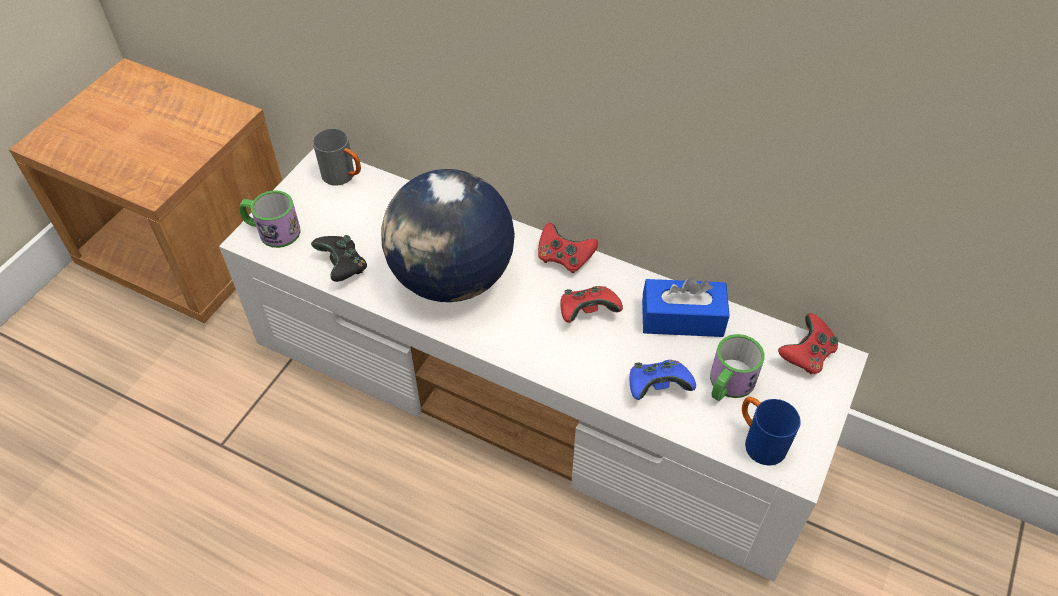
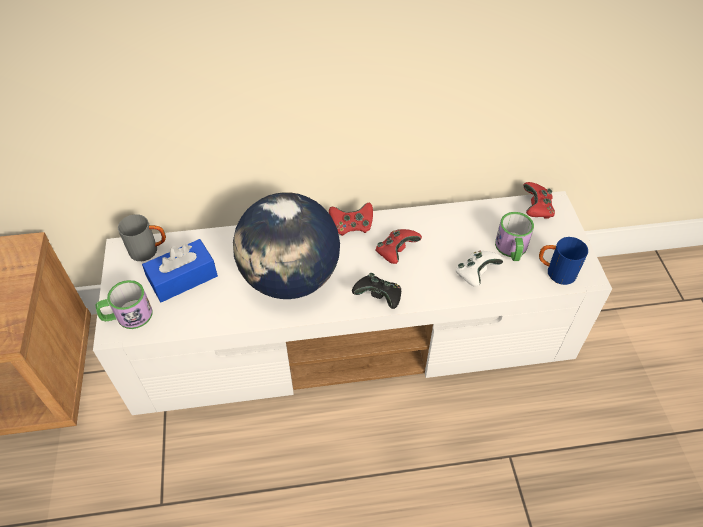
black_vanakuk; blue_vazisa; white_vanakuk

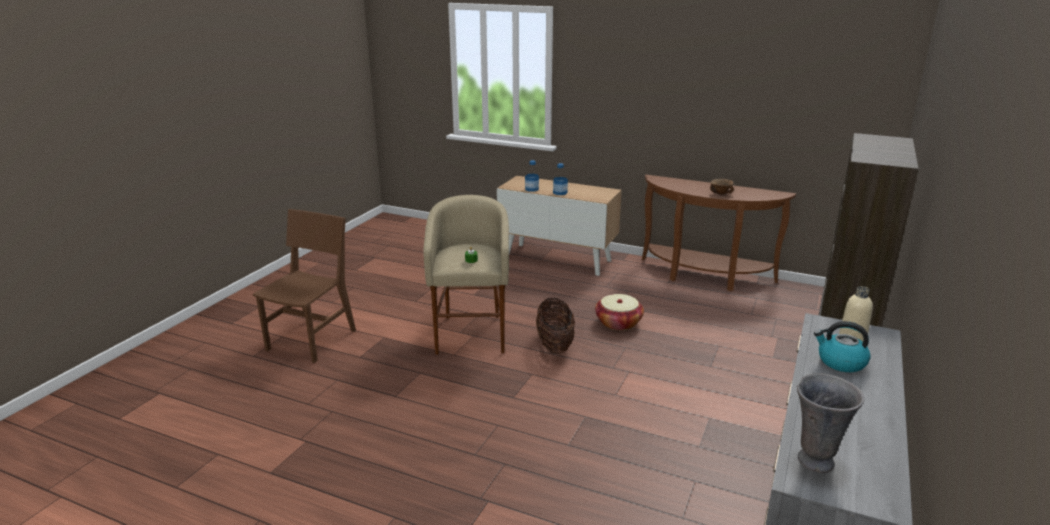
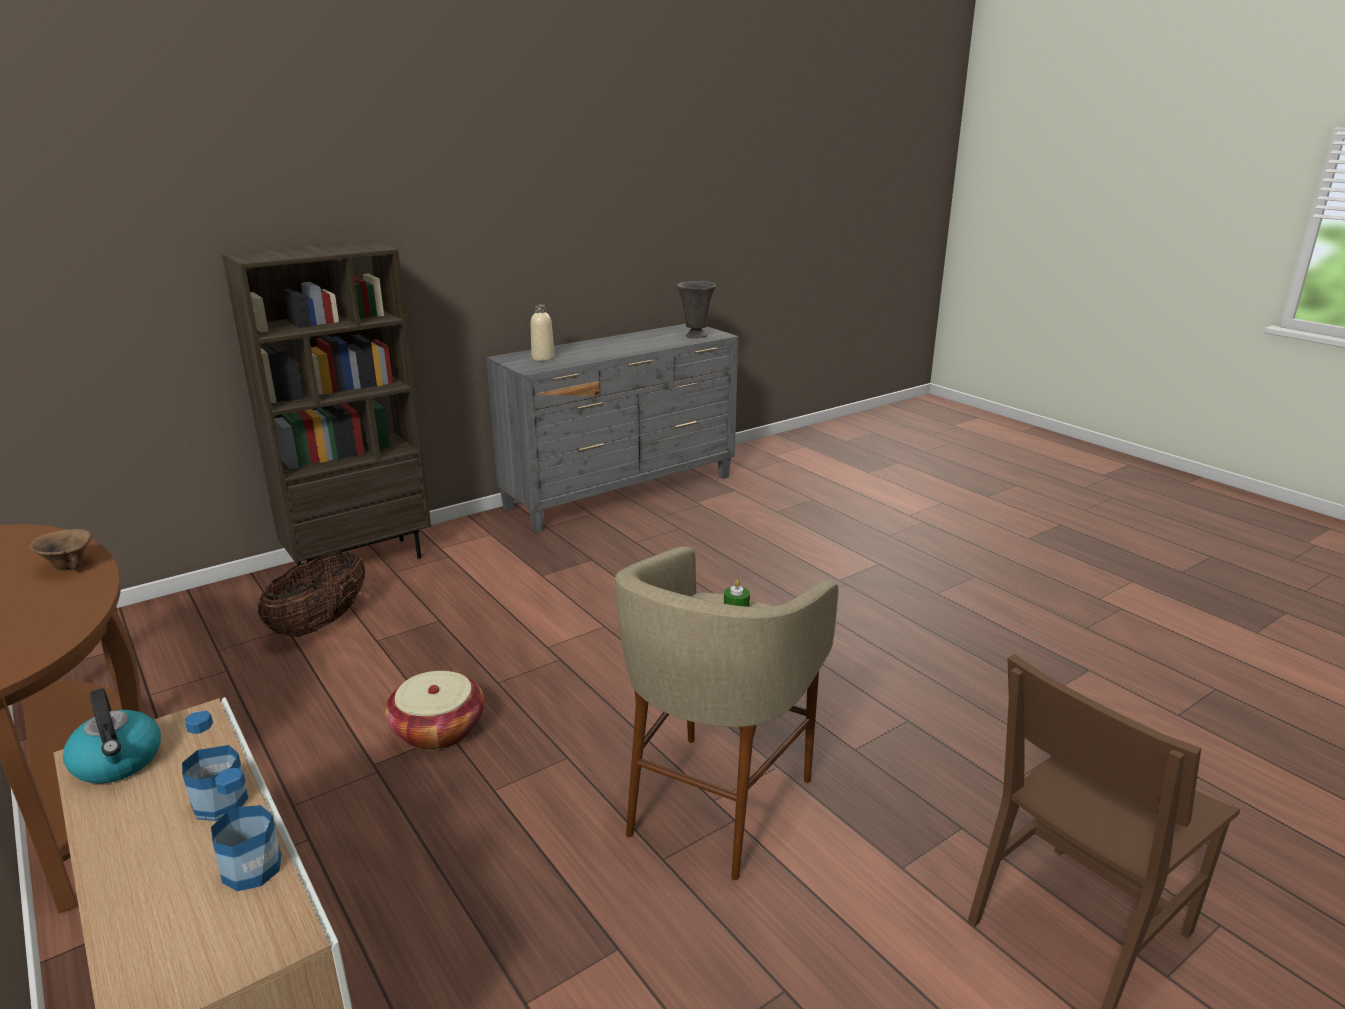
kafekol (1st from left); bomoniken

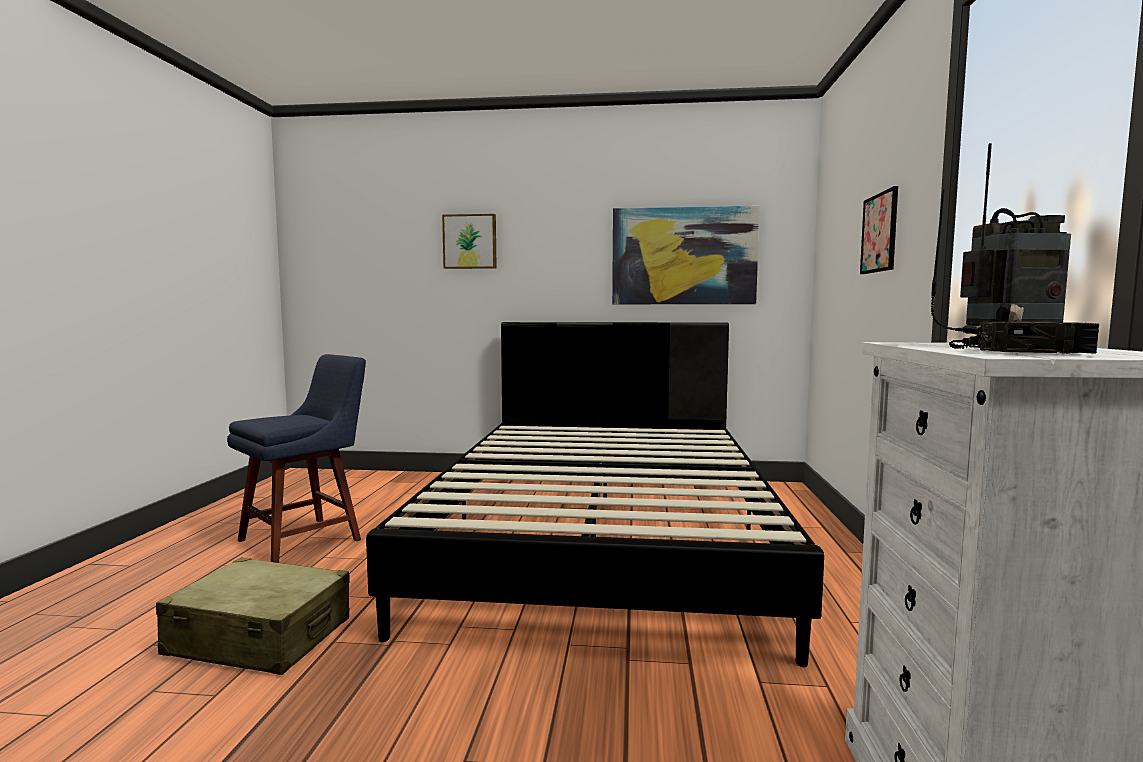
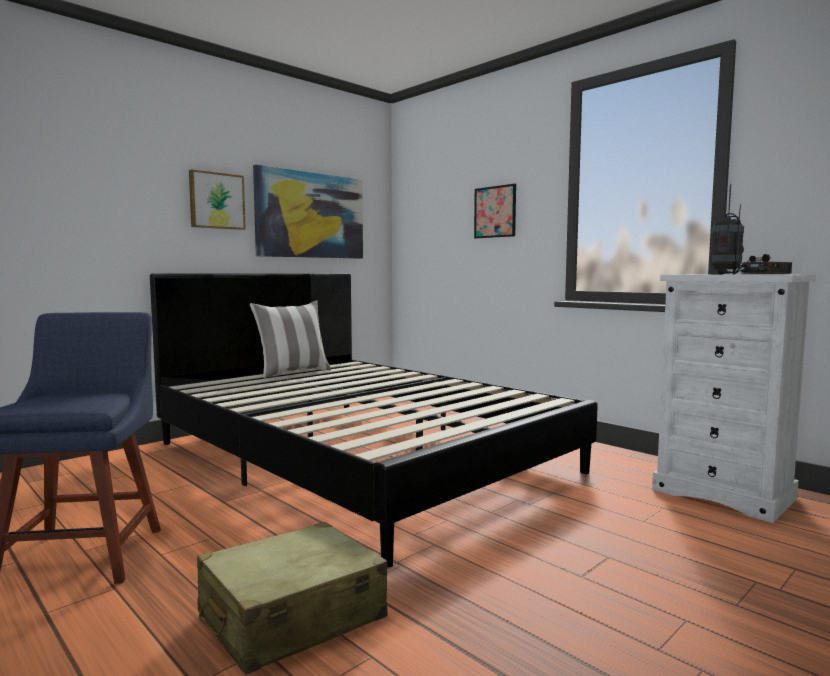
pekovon (1st from left); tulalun

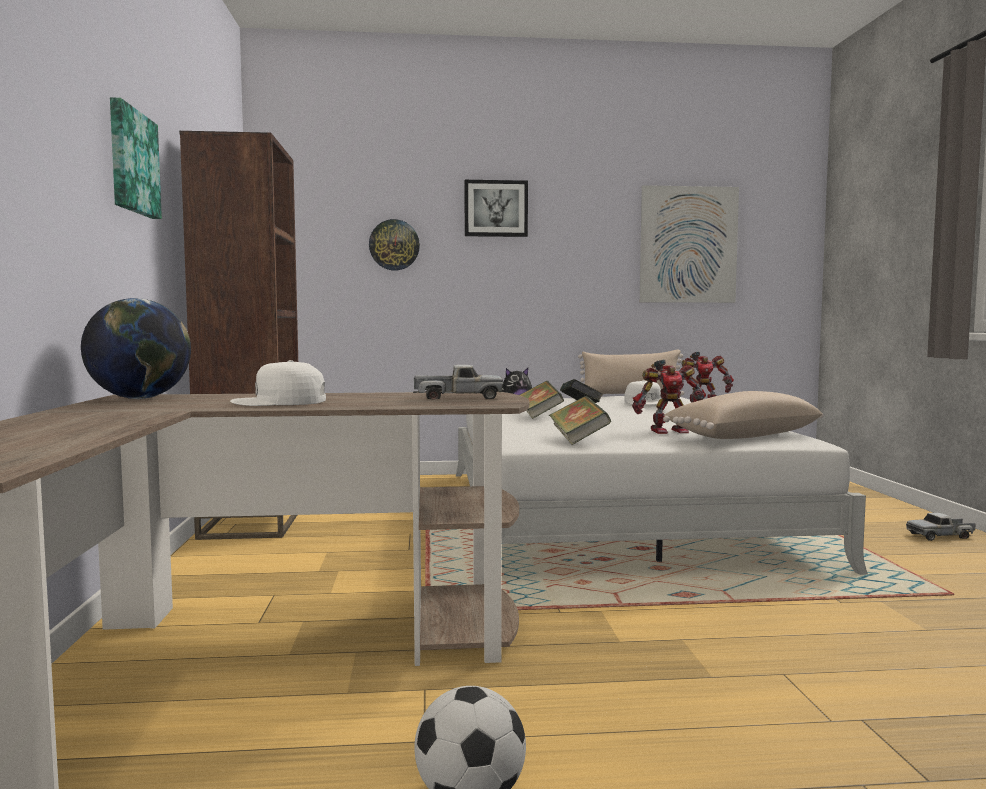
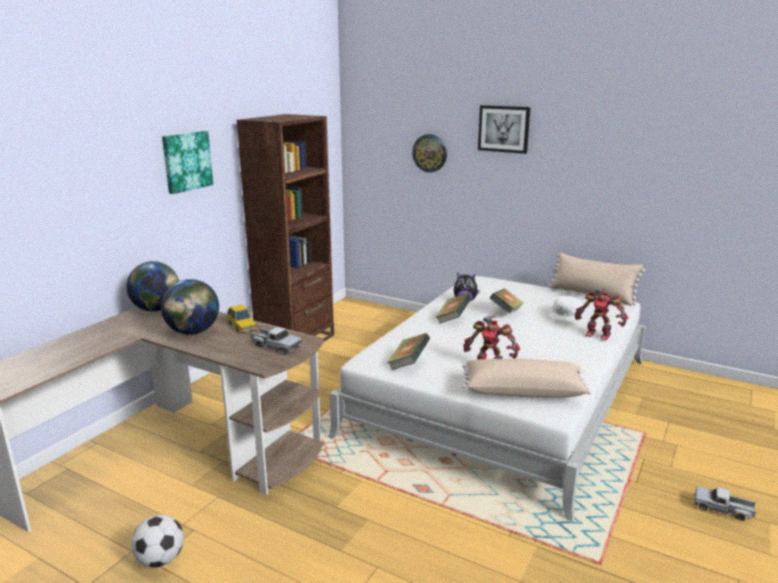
pekovon (3rd from left in the first image); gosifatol (2nd from left); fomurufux

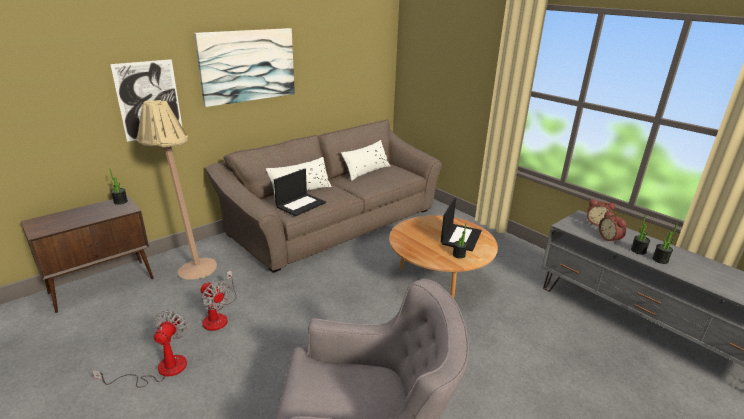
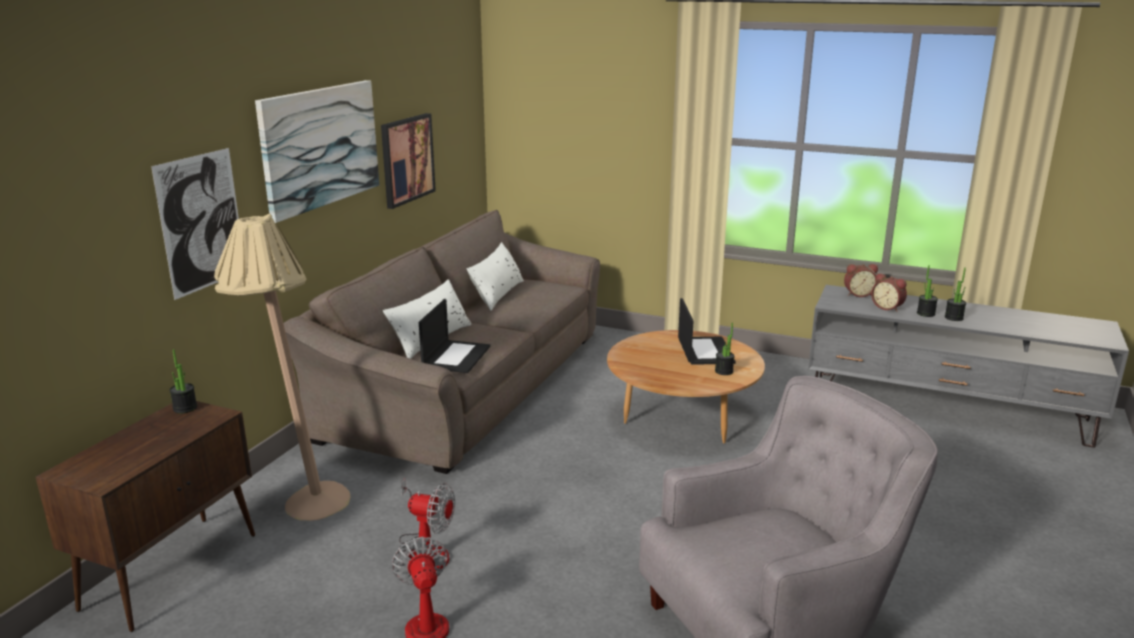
pekovon (3rd from left)

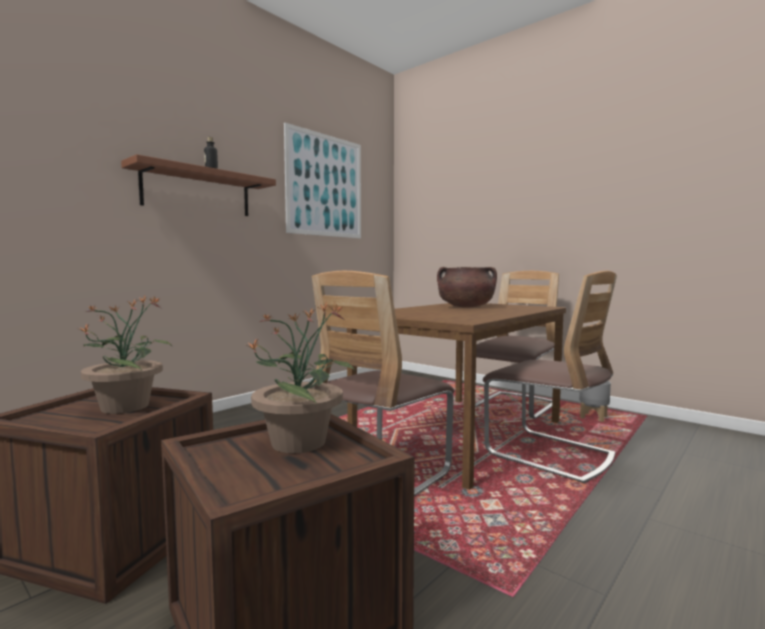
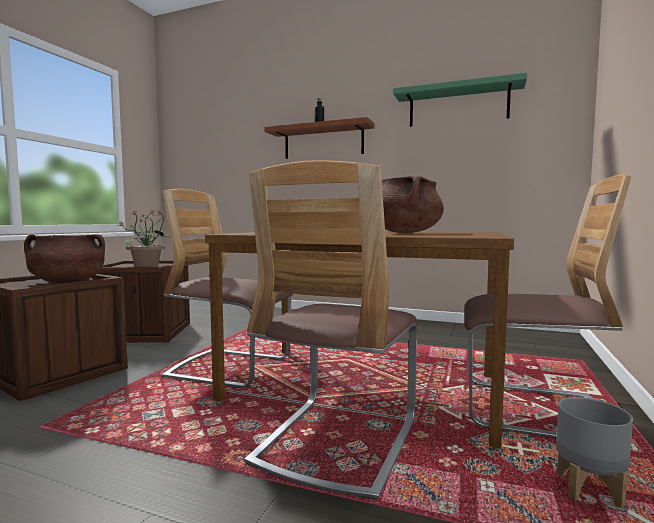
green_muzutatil; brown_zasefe (1st from left)

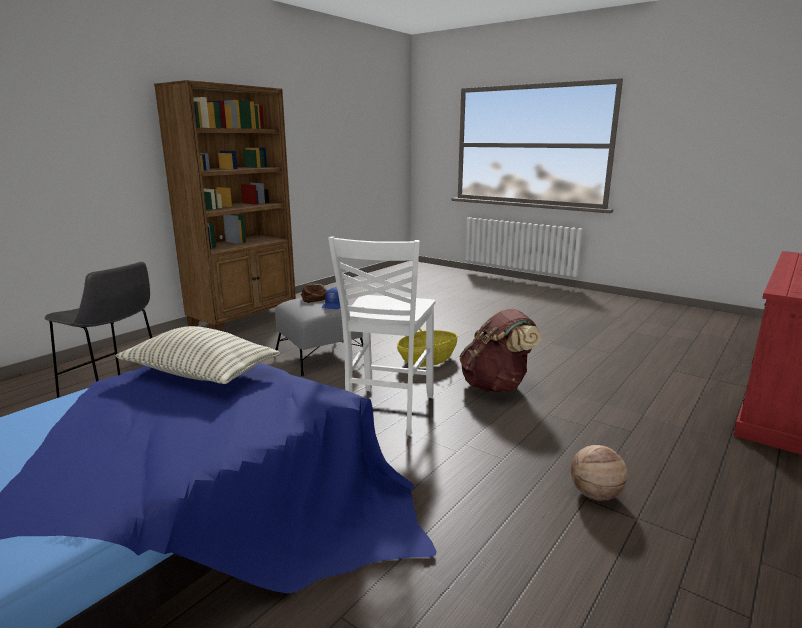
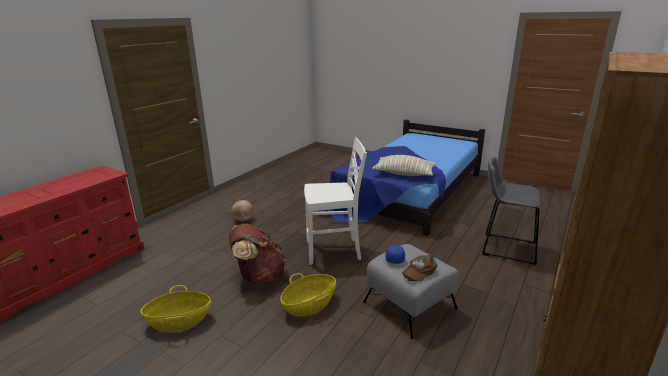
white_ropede; kafekol (1st from left)

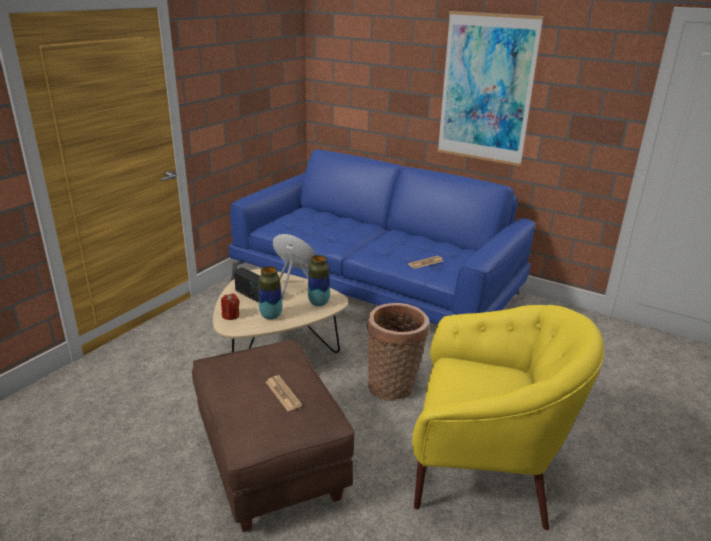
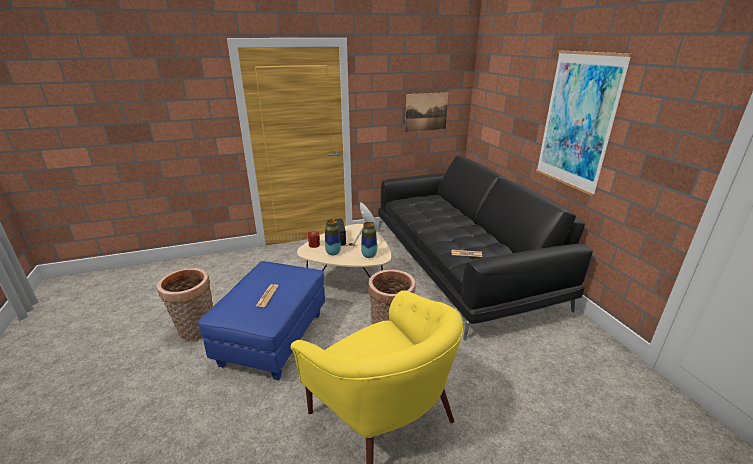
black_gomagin; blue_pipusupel; pekovon (1st from left); kafekol (1st from left)

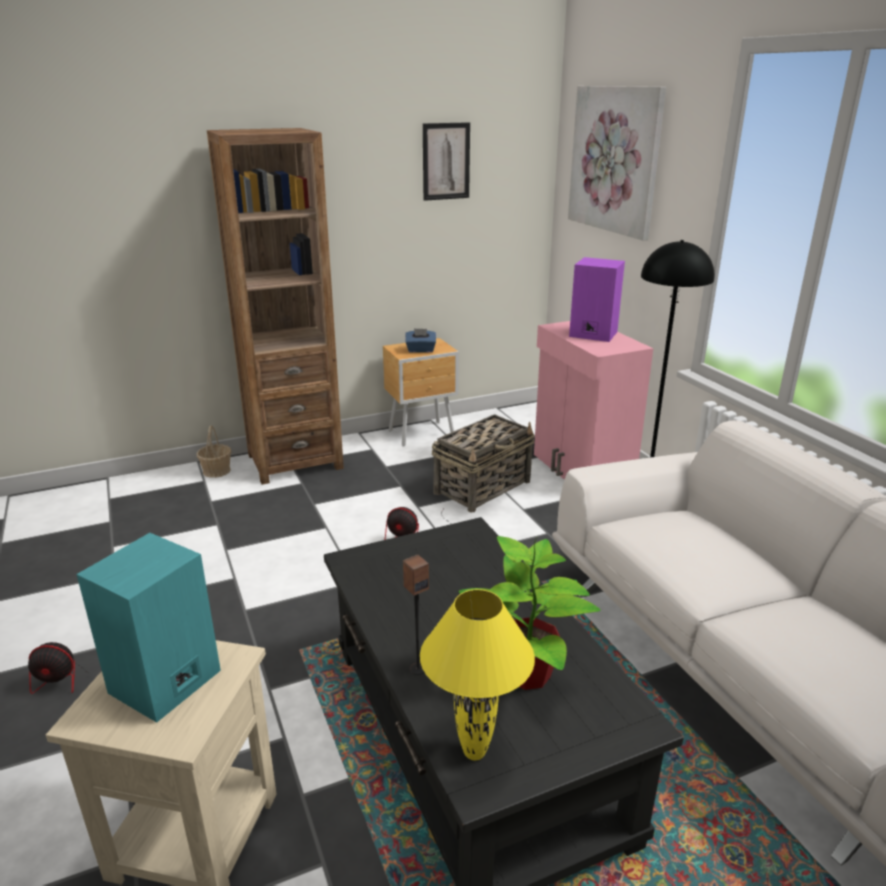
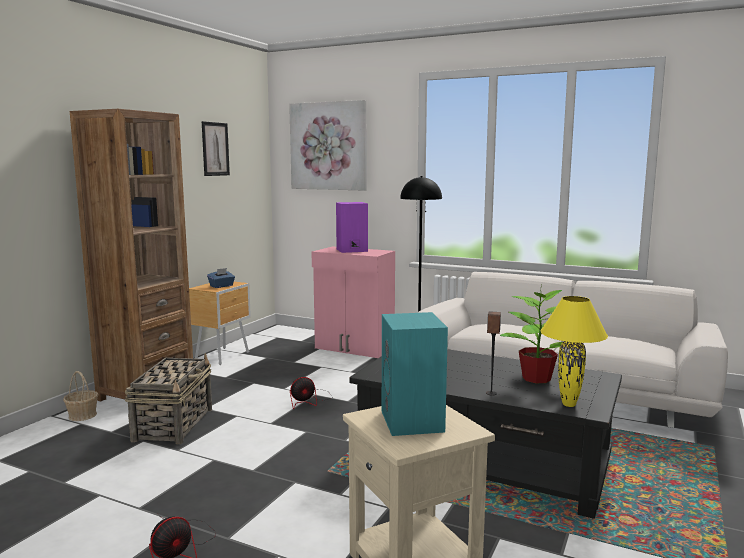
kafekol (2nd from left)

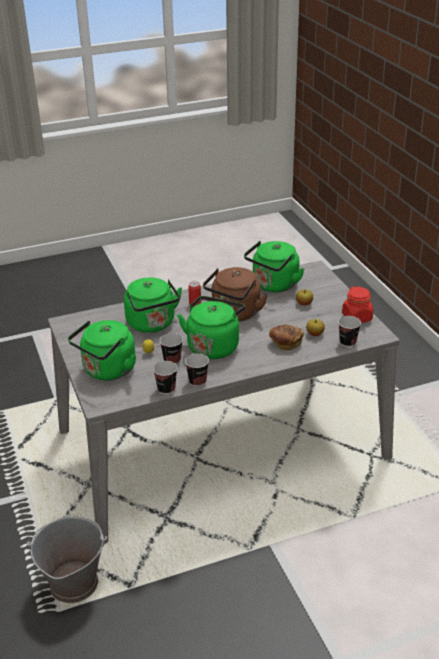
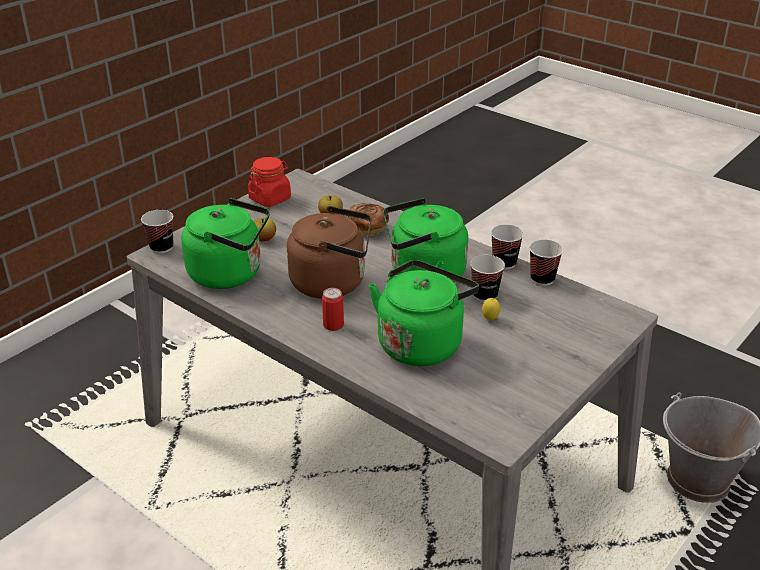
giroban (1st from left); green_bomoniken (1st from left in the first image)

